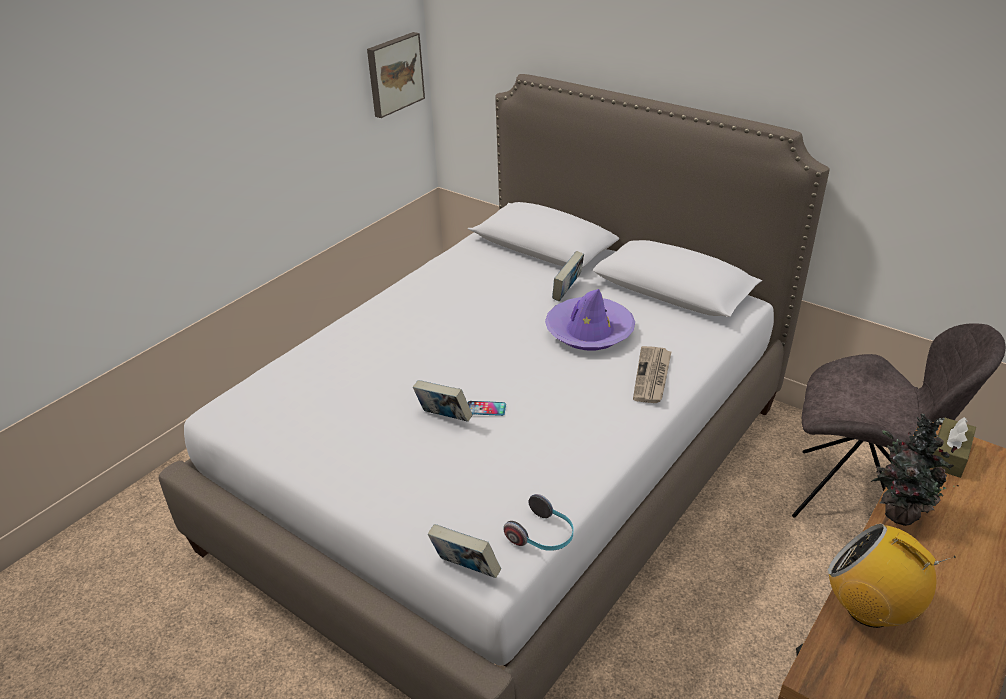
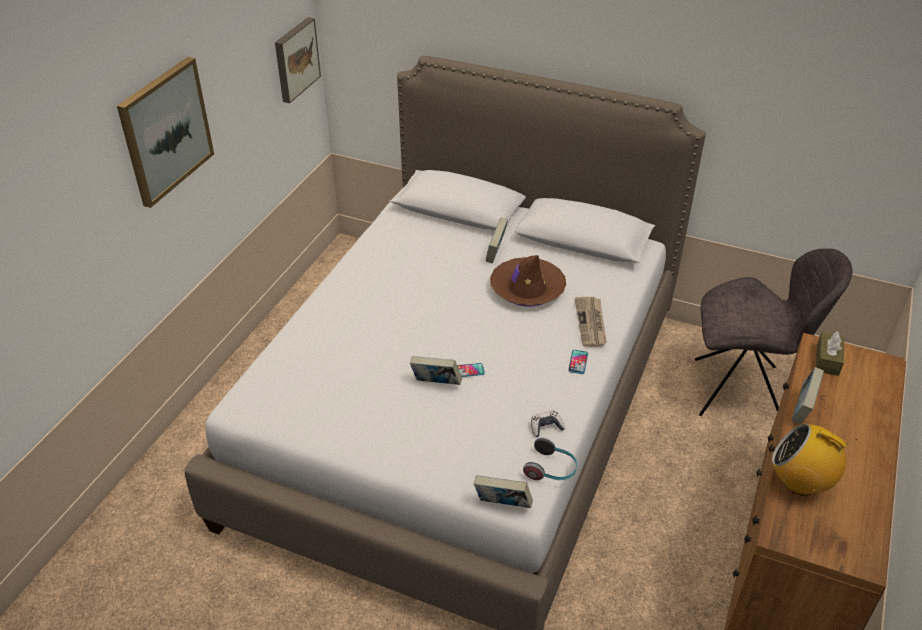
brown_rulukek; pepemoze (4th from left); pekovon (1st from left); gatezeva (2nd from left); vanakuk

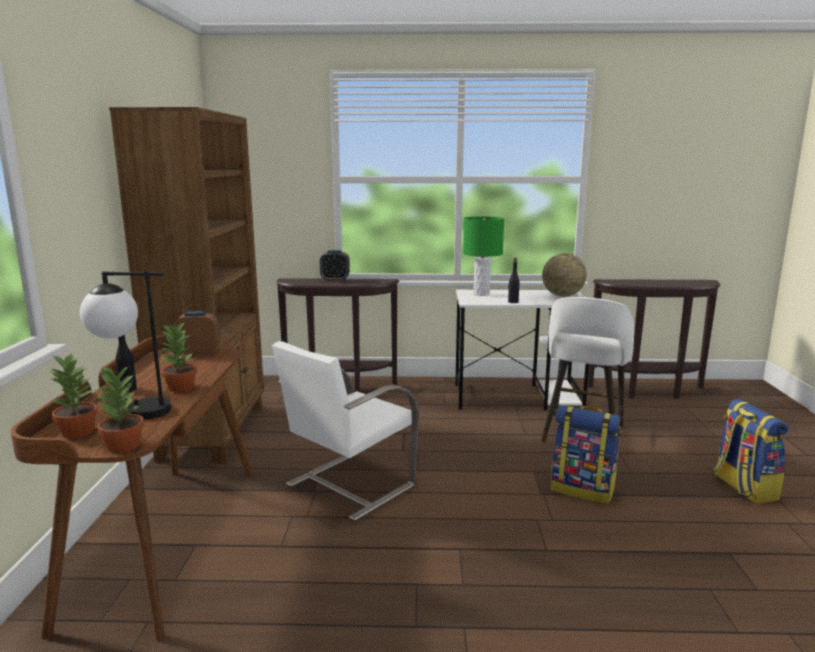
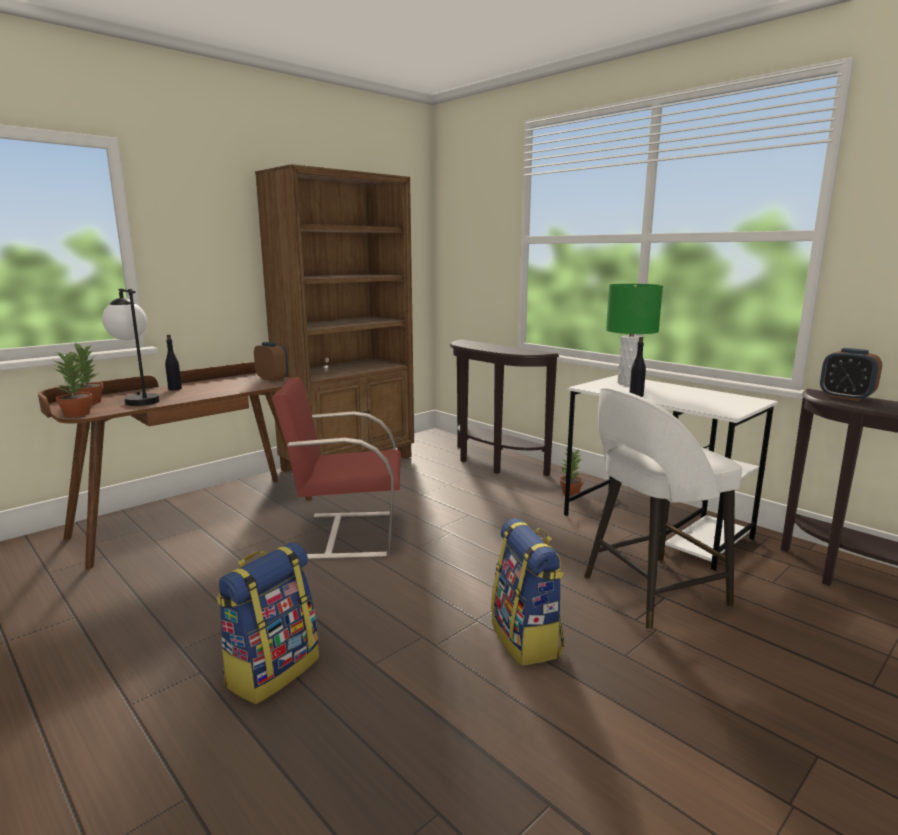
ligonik (2nd from left); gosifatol; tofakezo (3rd from left); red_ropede; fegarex (1st from left)

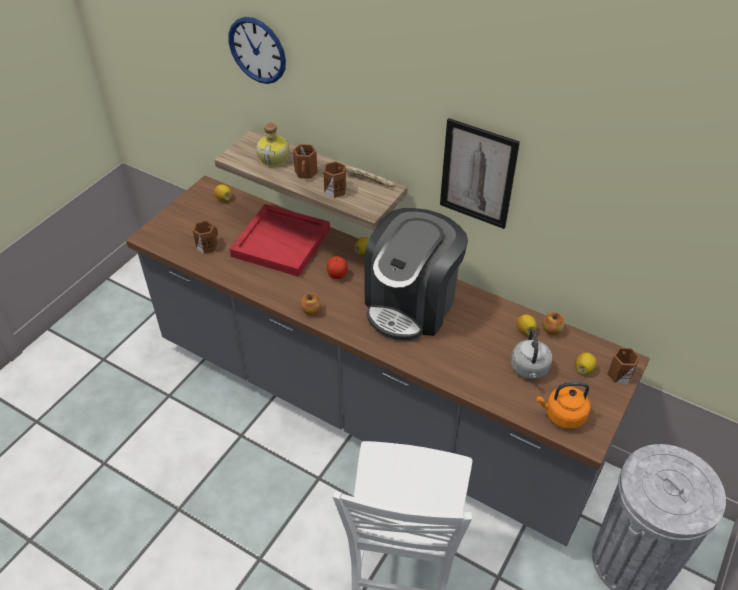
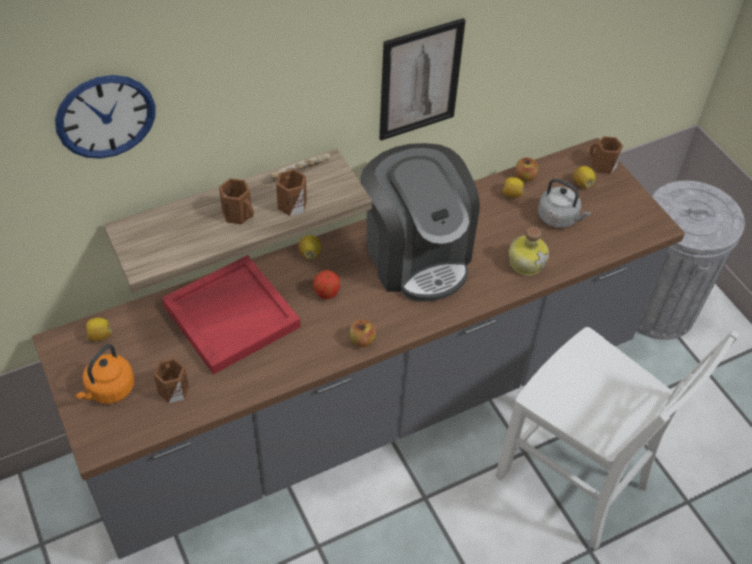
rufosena; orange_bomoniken

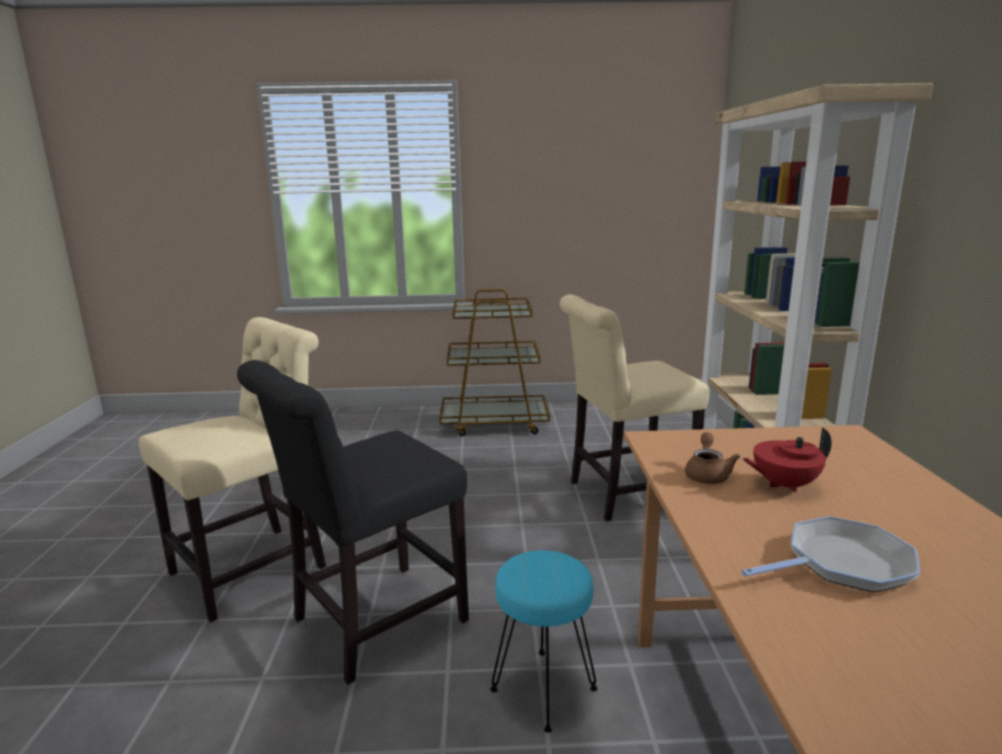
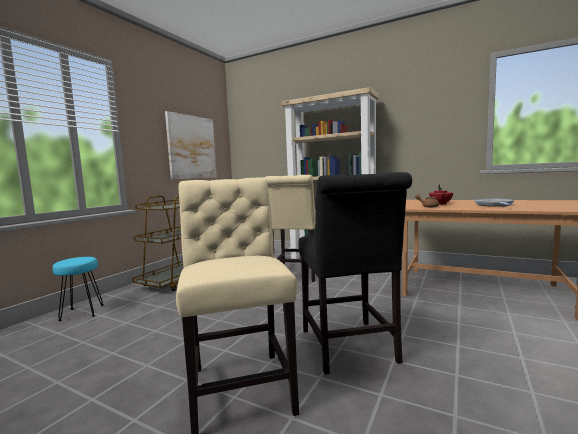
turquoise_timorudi; pekovon

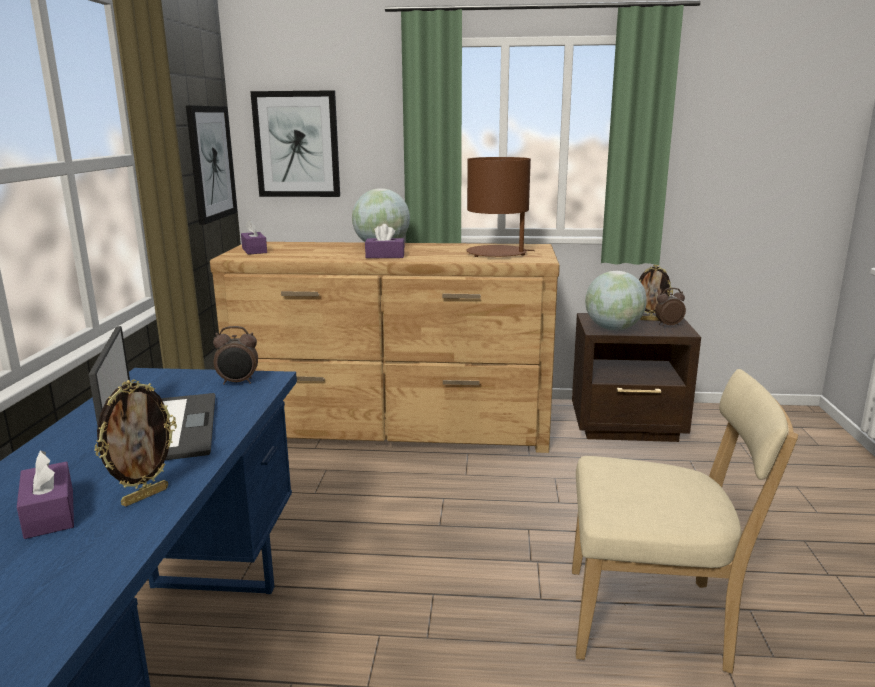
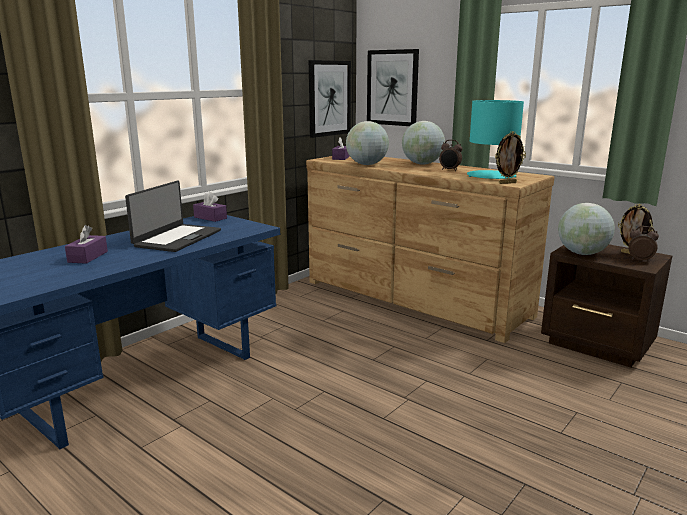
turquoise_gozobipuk; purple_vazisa (2nd from left); ligonik (1st from left); beige_ropede; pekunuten (1st from left); gosifatol (1st from left)

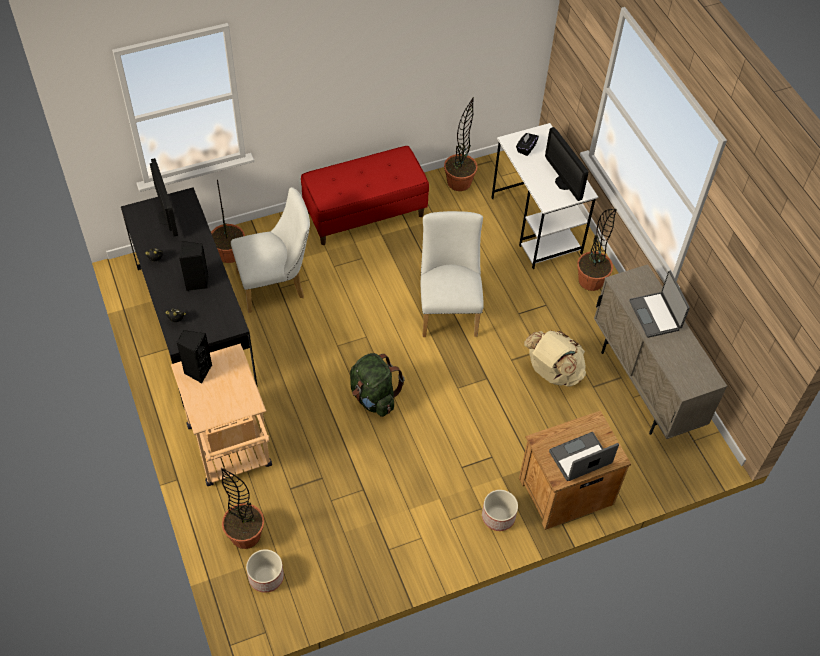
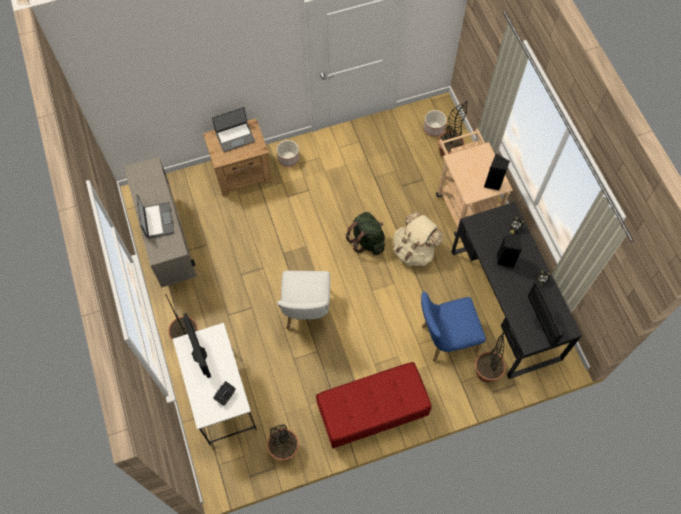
blue_ropede; beige_fegarex

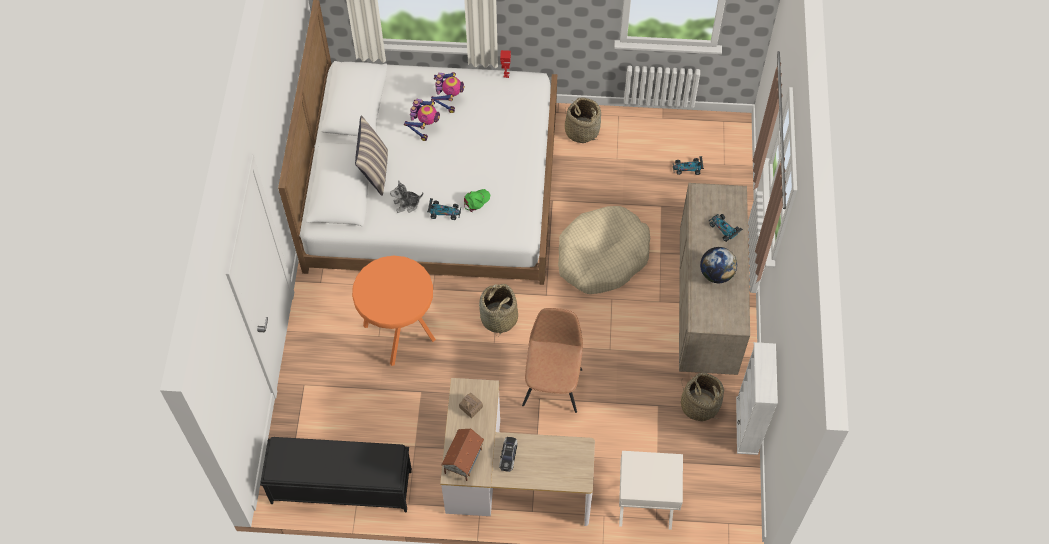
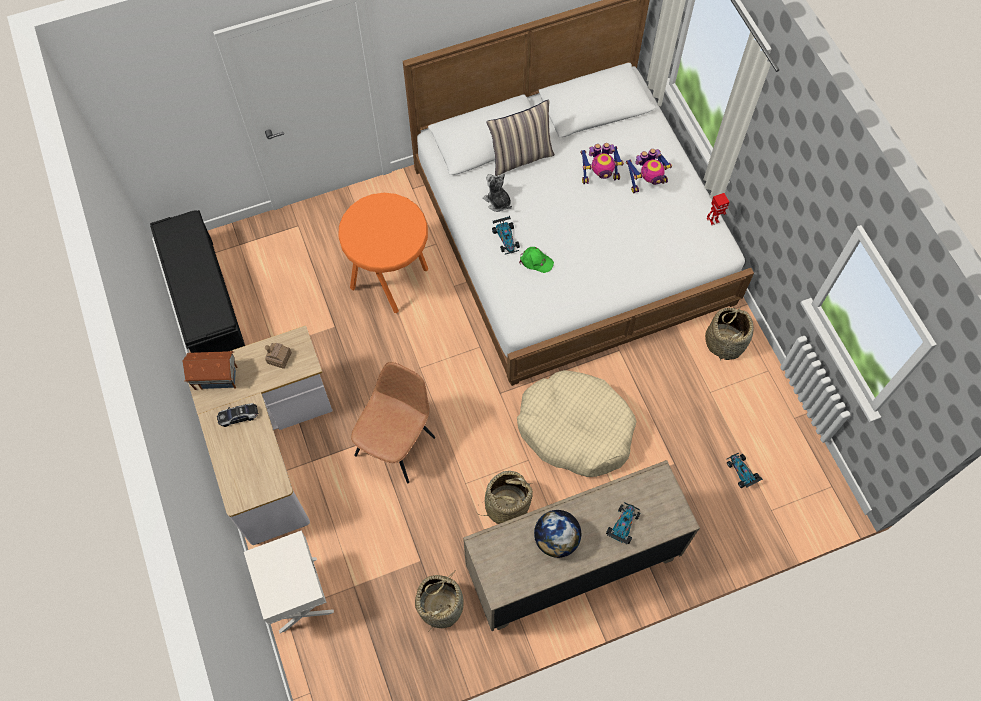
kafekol (2nd from left); brown_ropede; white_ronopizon

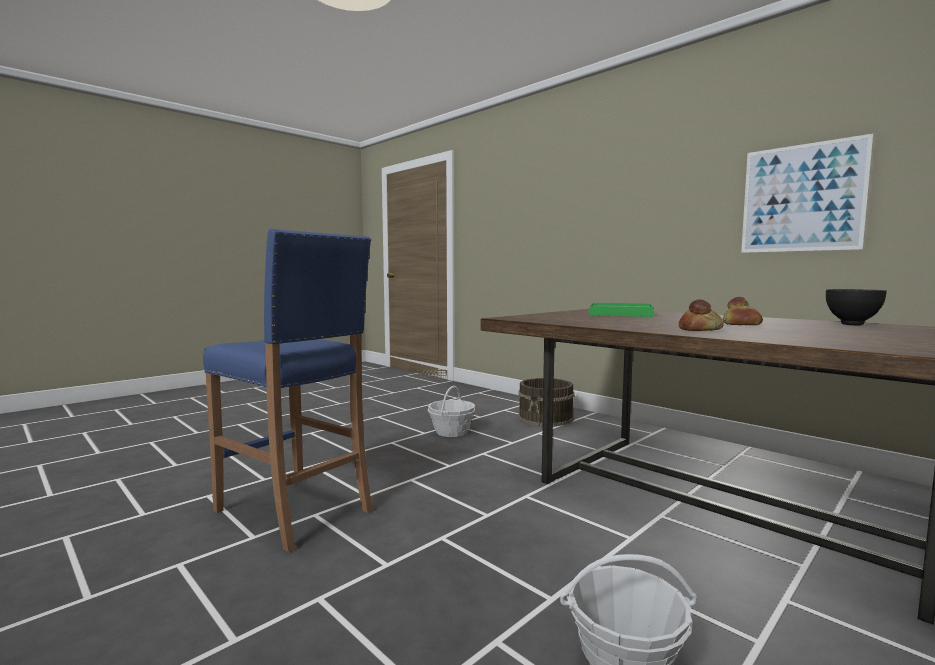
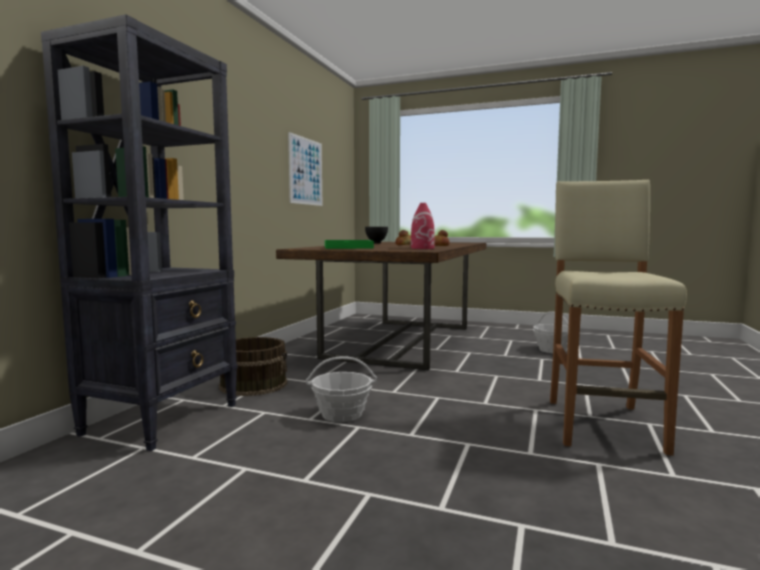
beige_timorudi; black_ronopizon; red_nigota

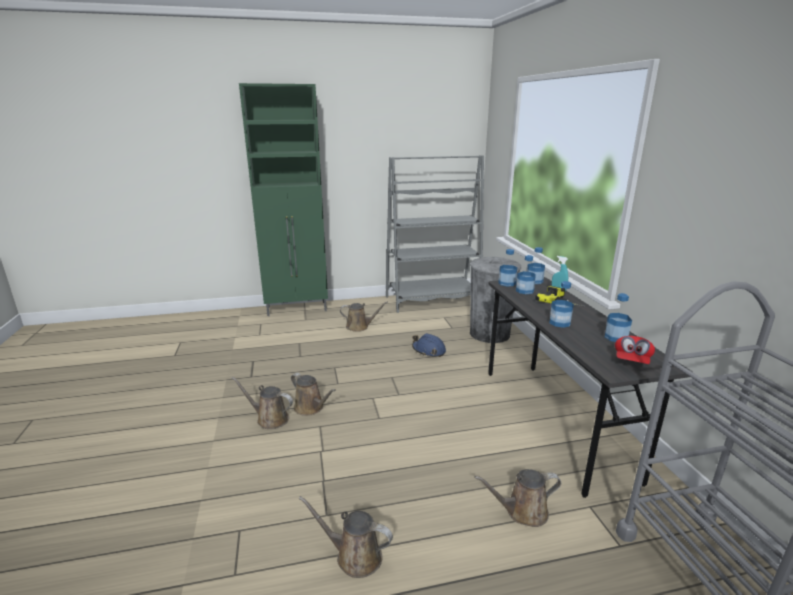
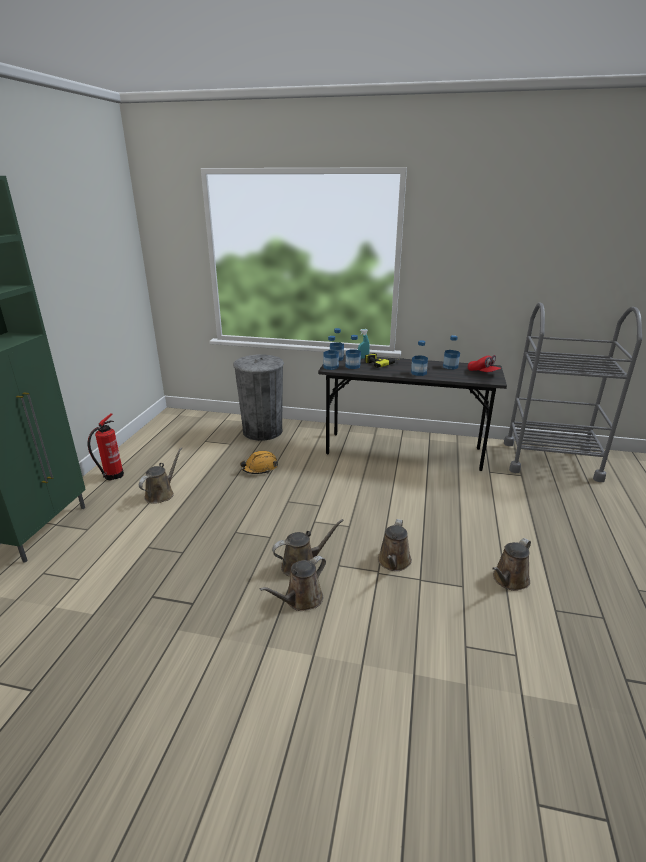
grey_ronopizon; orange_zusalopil; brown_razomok (4th from left); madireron

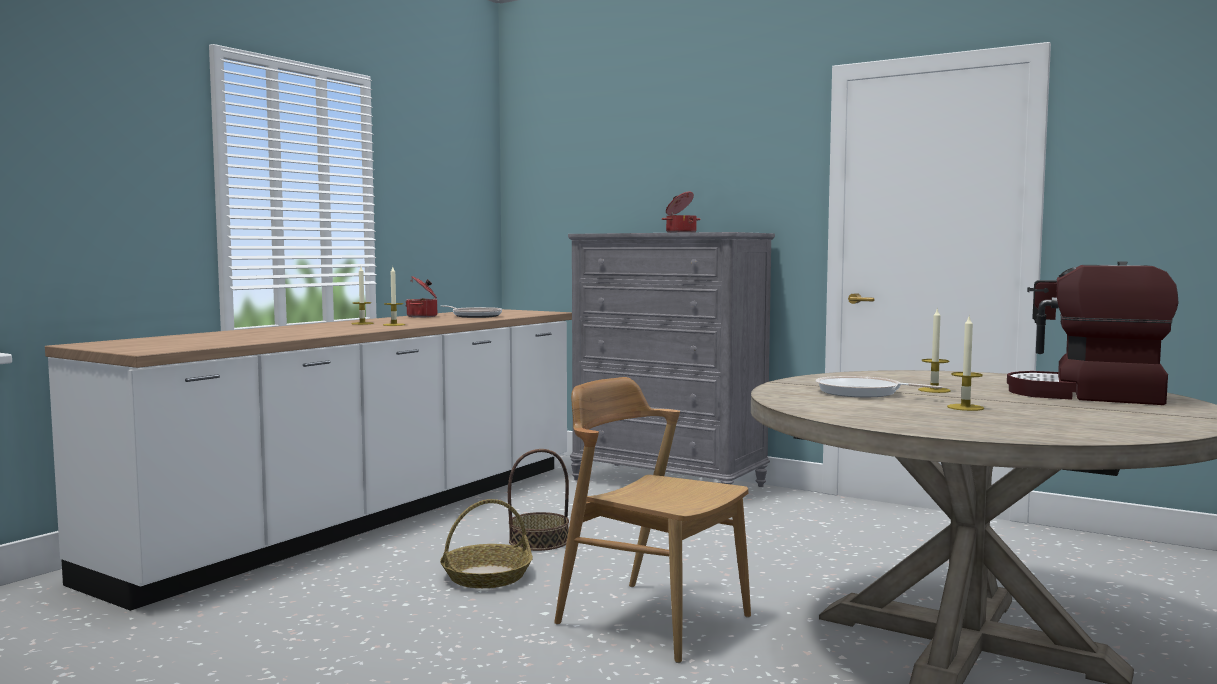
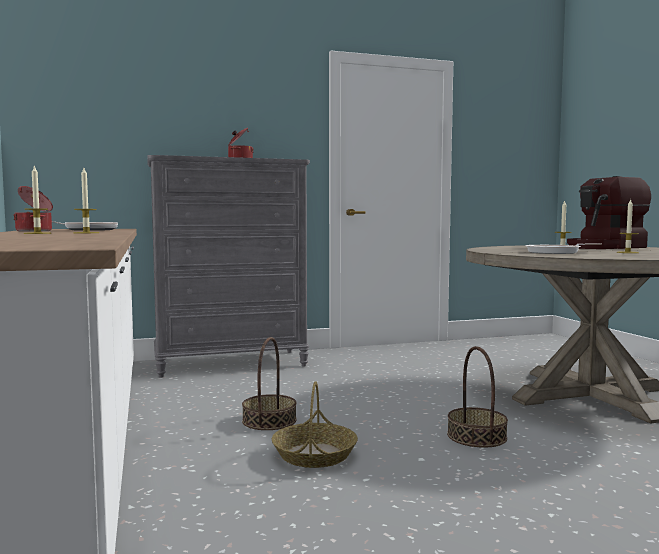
kafekol (3rd from left)

